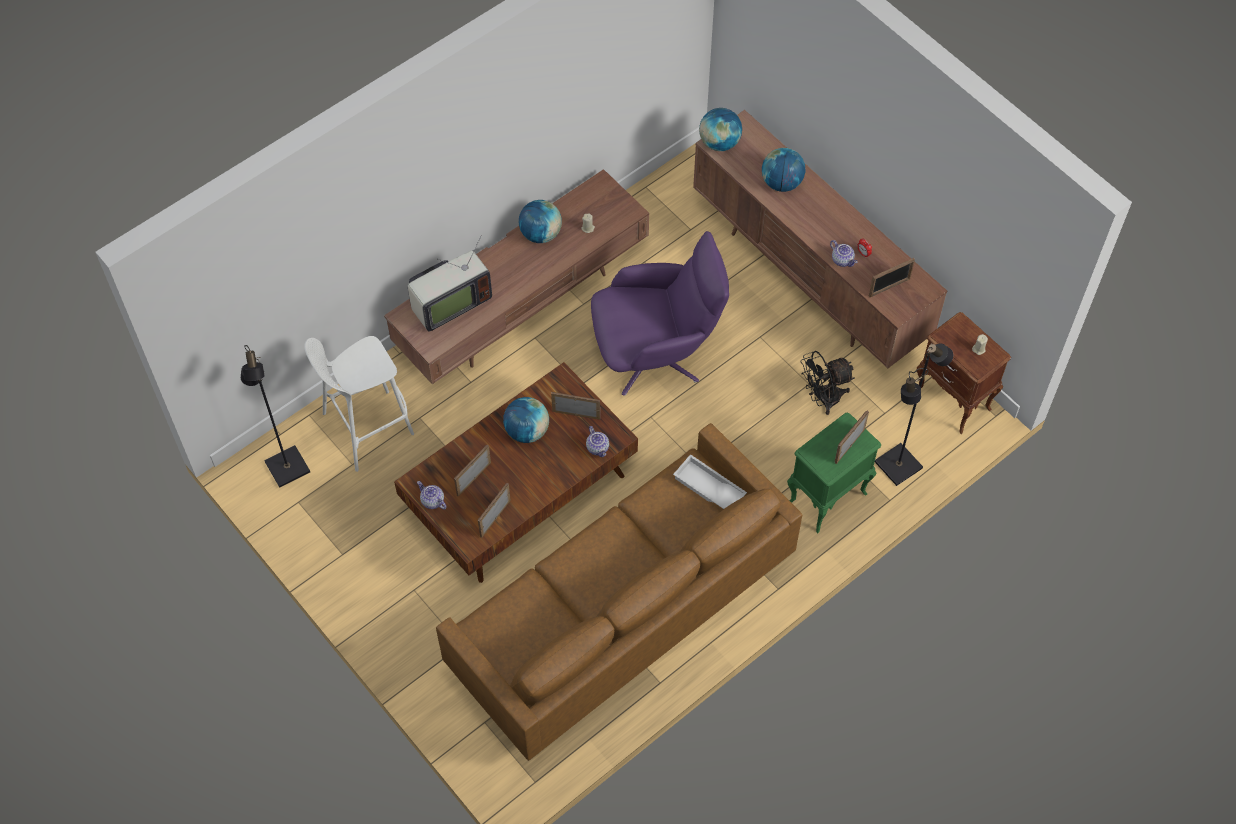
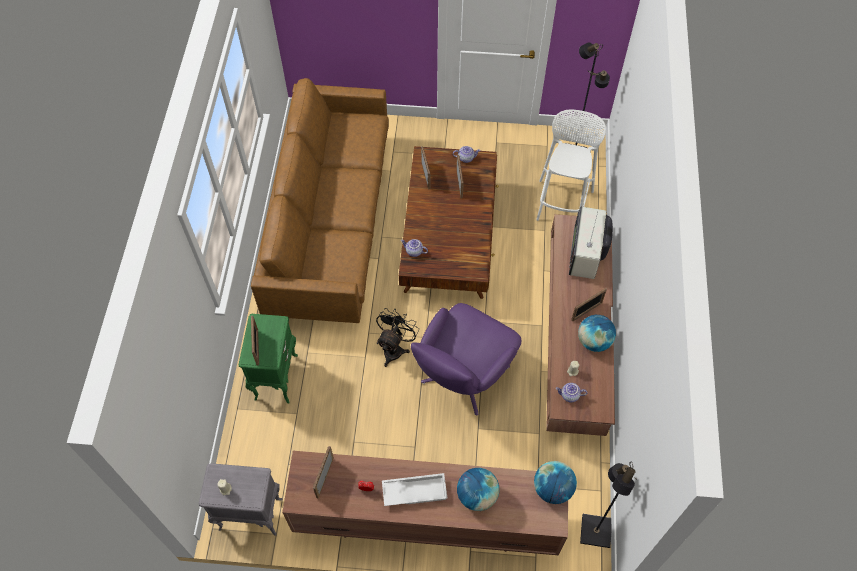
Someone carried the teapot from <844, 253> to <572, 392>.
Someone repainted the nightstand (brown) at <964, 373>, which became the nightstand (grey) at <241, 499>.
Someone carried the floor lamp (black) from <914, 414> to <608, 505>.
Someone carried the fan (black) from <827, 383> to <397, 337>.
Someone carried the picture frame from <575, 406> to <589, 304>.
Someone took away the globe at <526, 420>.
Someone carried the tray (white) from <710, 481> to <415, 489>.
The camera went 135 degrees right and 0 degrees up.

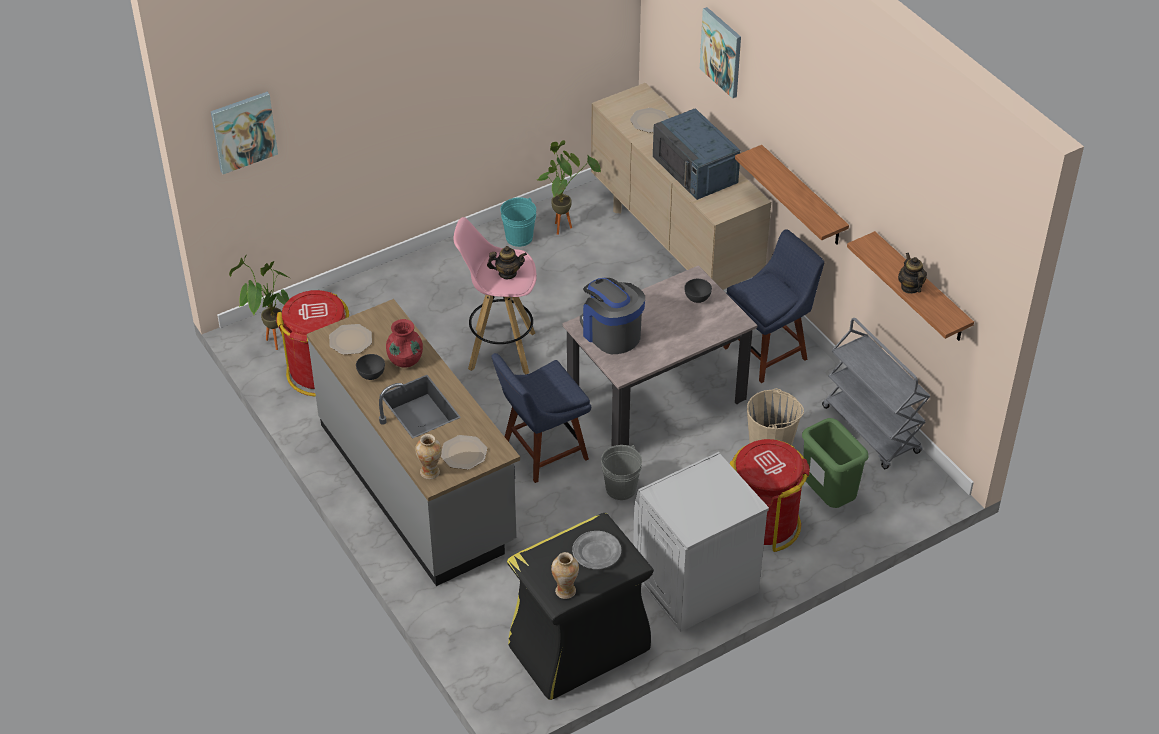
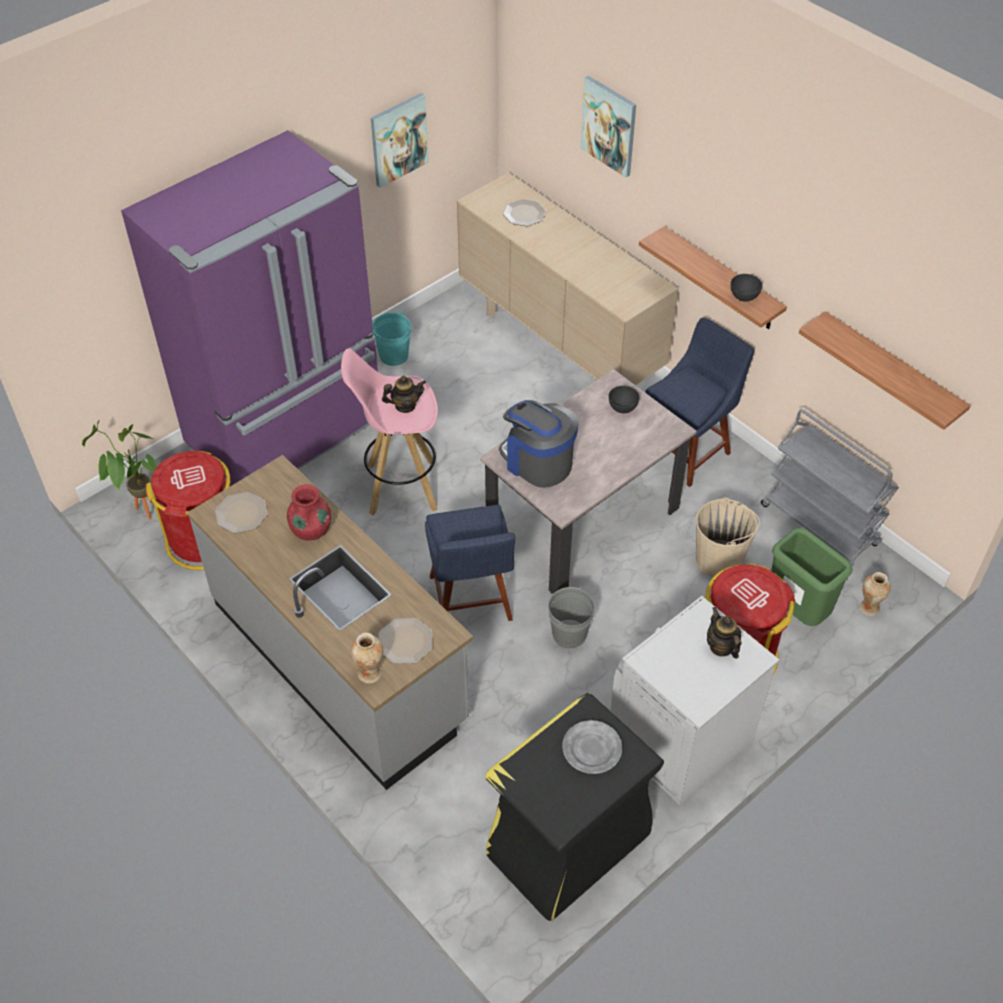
Someone carried the picture from <244, 133> to <400, 140>.
Someone took away the microwave (blue) at <697, 154>.
Someone took away the potted plant at <569, 187>.
Someone carried the teapot from <912, 273> to <724, 633>.
Someone rotated the chair (blue) at <541, 418> by 60 degrees counterclockwise.
Someone carried the bowl (grey) from <370, 367> to <746, 288>.
Someone carried the vase from <565, 575> to <875, 594>.
Someone put down the fridge (purple) at <249, 308>.
The camera went 10 degrees left and 5 degrees up.

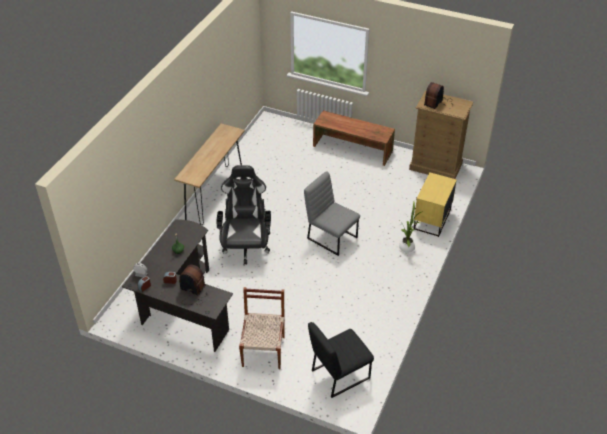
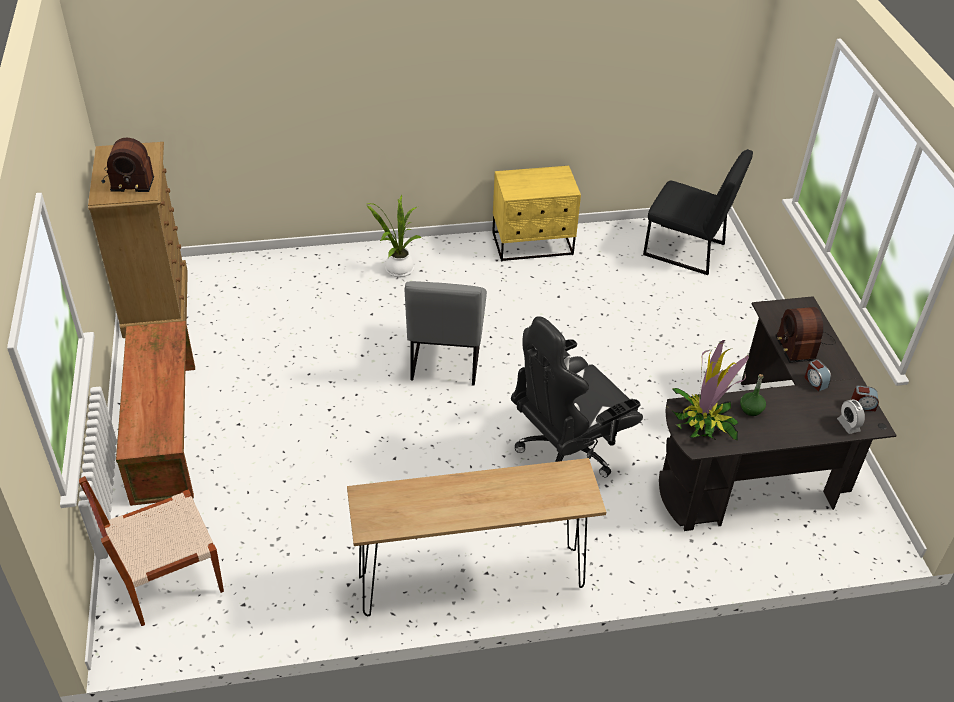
Someone carried the nightstand (yellow) from <435, 204> to <536, 214>.
Someone carried the chair from <262, 328> to <151, 551>.
Someone put down the potted plant at <710, 390>.
The camera went 125 degrees left and 0 degrees up.

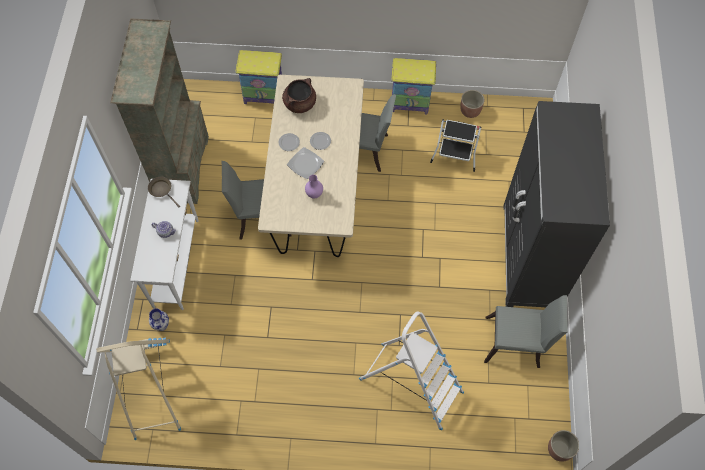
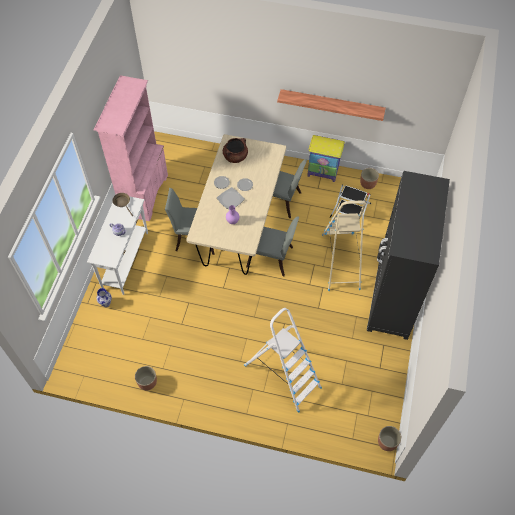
Someone repainted the bookcase (green) at <159, 111>, which became the bookcase (pink) at <131, 148>.
Someone took away the nightstand at <258, 77>.
Someone carried the chair (grey) from <526, 331> to <272, 246>.
Someone carried the step ladder (beige) from <138, 389> to <344, 246>.
Someone put up the shelf at <331, 105>.
Someone put down the planter at <146, 378>.
The camera went 10 degrees right and 5 degrees down.

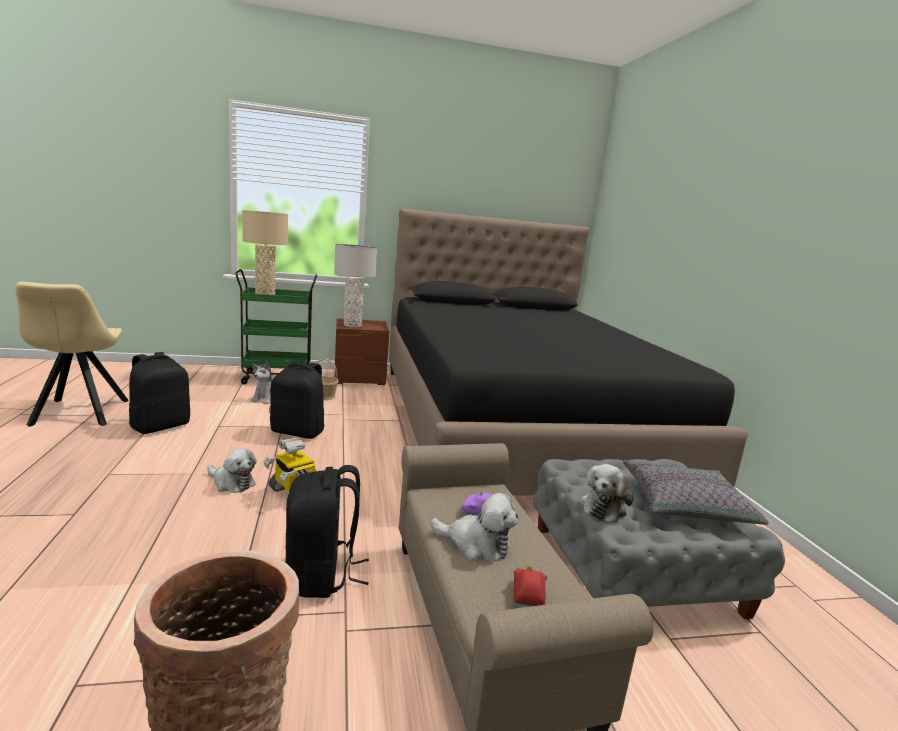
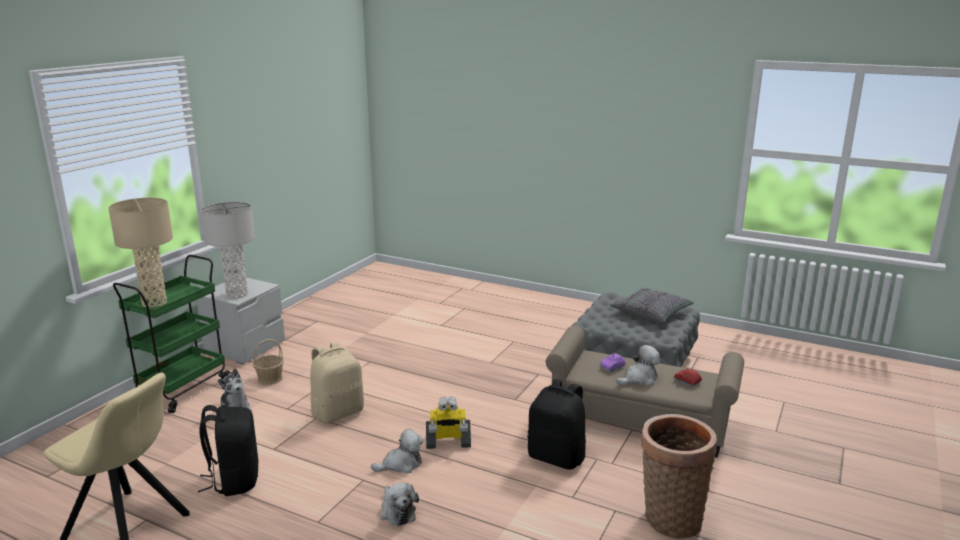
Someone took away the bed (black) at <568, 352>.
Someone repainted the nightstand (brown) at <362, 351>, which became the nightstand (white) at <241, 320>.
Someone repainted the backpack (black) at <297, 399>, which became the backpack (beige) at <337, 382>.
Someone carried the plush toy from <606, 493> to <399, 504>.
The camera went 50 degrees left and 5 degrees up.

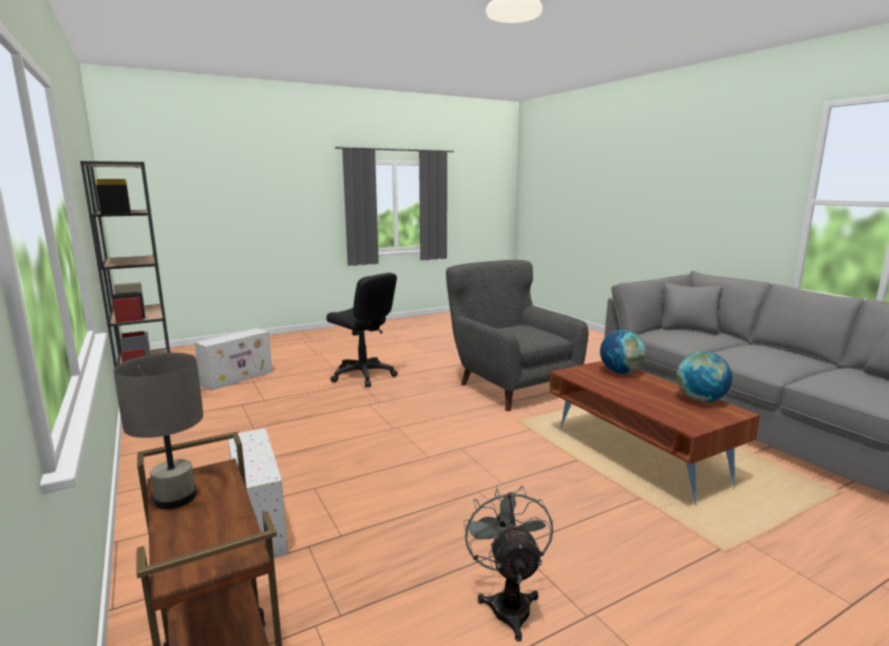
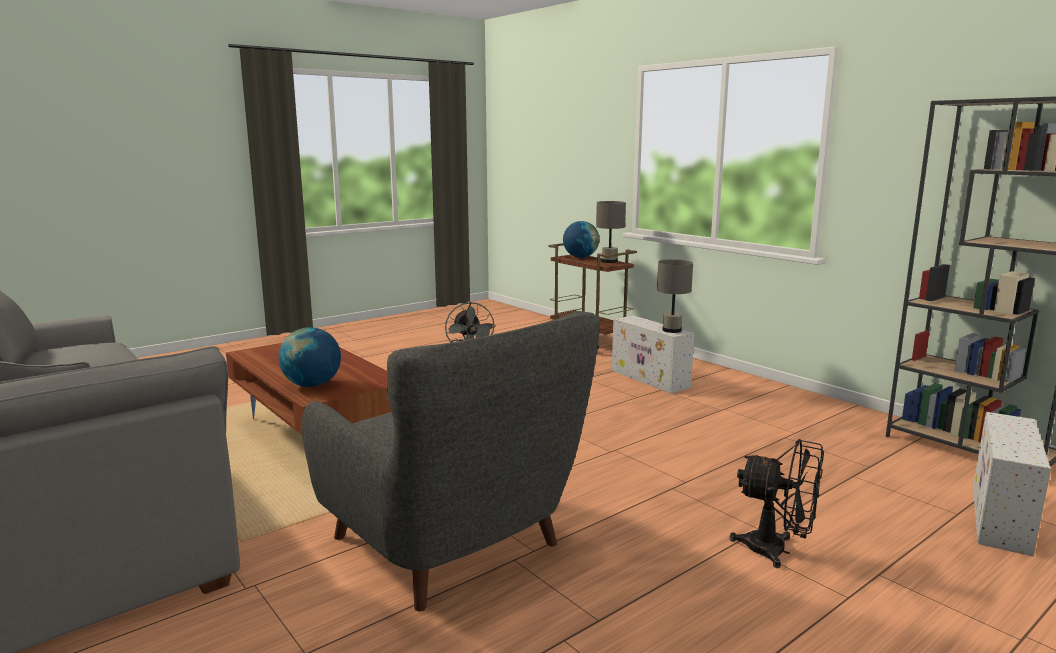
Someone swapped the office chair (black) at <362, 330> for the fan (black) at <777, 503>.
Someone carried the globe from <704, 376> to <581, 239>.
Someone put down the table lamp (grey) at <675, 296>.
The camera went 170 degrees right and 0 degrees up.

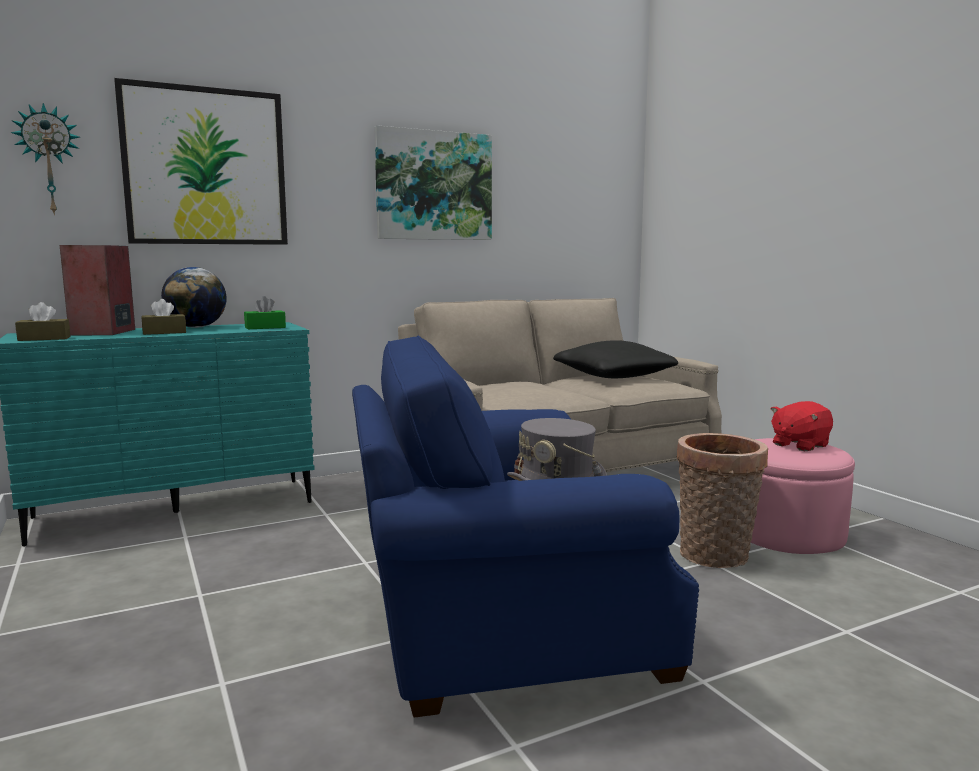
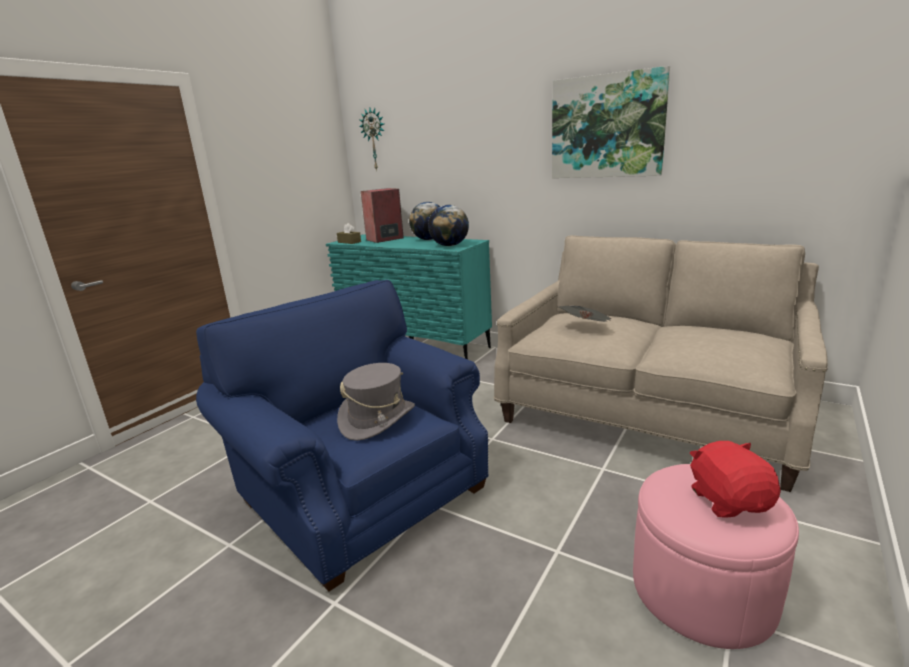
Someone took away the picture at <201, 161>.
Someone swapped the tissue box (green) at <265, 312> for the globe at <448, 225>.
Someone took away the tissue box (brown) at <163, 317>.
Someone took away the pillow (black) at <615, 359>.
Someone rotated the plush toy (red) at <802, 426> by 60 degrees clockwise.
Someone took away the basket at <722, 500>.
Someone put down the newspaper at <584, 314>.
The camera went 60 degrees right and 10 degrees up.

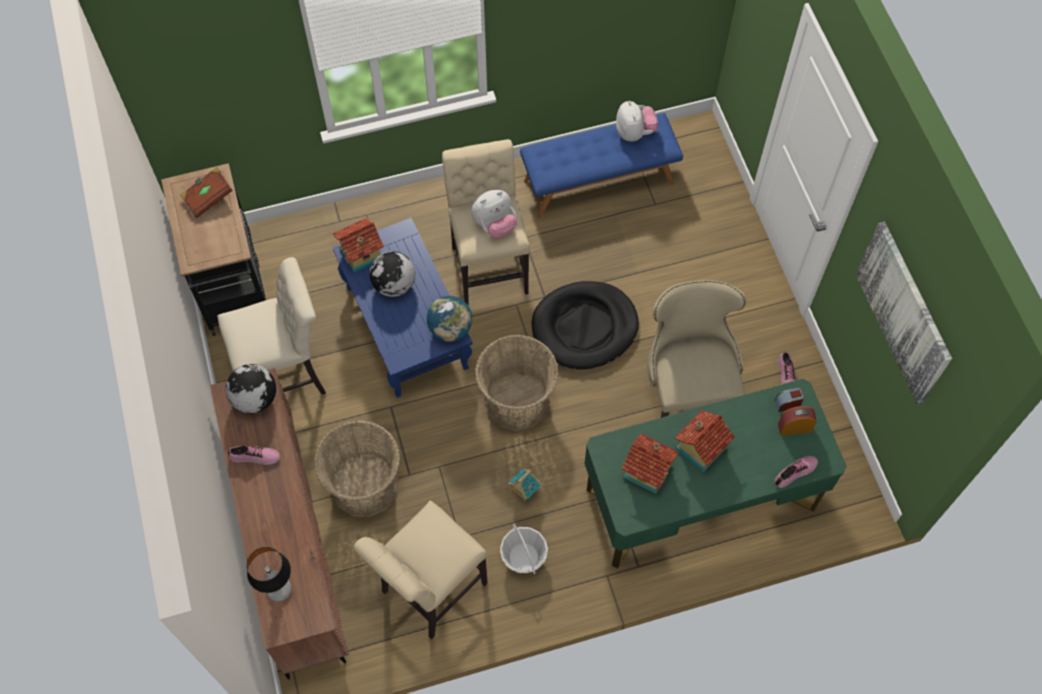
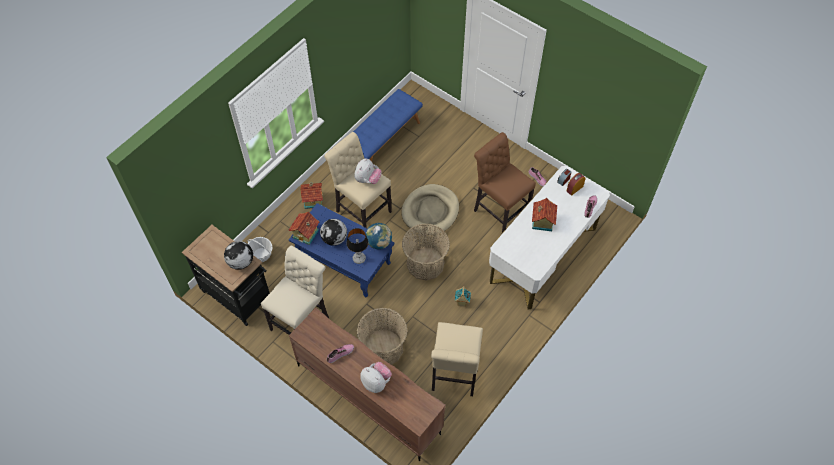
Someone carried the plush toy from <637, 121> to <376, 377>.
Someone took away the book (brown) at <206, 192>.
Someone took away the picture at <903, 313>.
Someone swapped the chair (beige) at <697, 349> for the stool (brown) at <505, 182>.
Someone repainted the dog bed (black) at <585, 325>, which became the dog bed (beige) at <430, 209>.
Someone carried the globe from <251, 389> to <238, 255>.
Someone repainted the desk (green) at <715, 474>, which became the desk (white) at <549, 237>.
Someone carried the toy house from <650, 464> to <311, 195>.
Someone carried the basket from <524, 549> to <260, 249>.
Someone carried the table lamp from <269, 574> to <357, 246>.
The camera went 35 degrees left and 5 degrees down.

